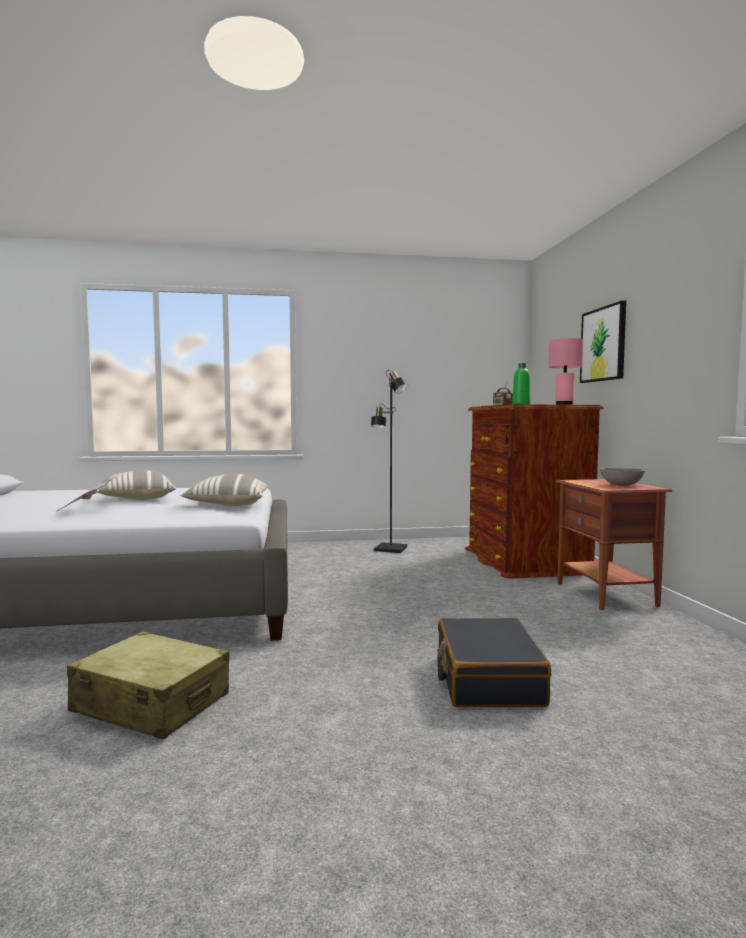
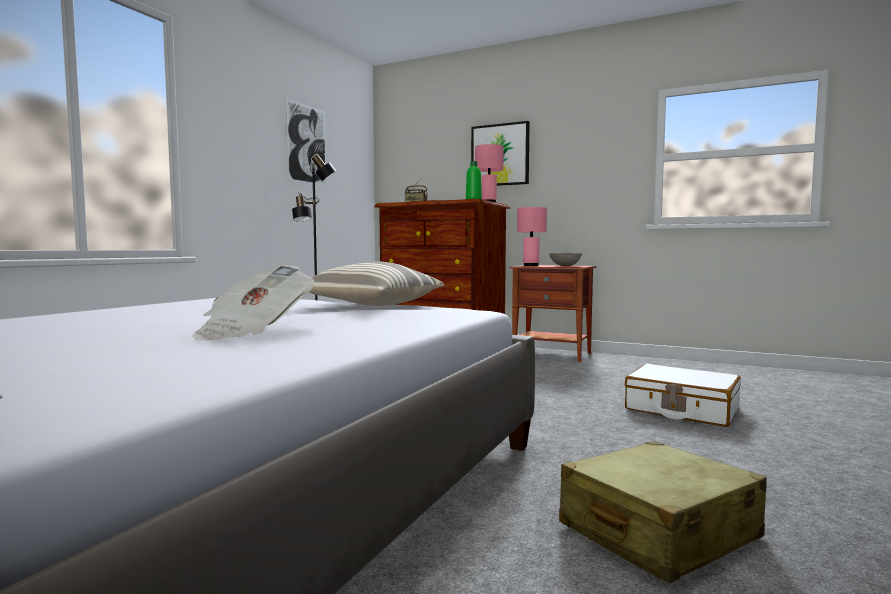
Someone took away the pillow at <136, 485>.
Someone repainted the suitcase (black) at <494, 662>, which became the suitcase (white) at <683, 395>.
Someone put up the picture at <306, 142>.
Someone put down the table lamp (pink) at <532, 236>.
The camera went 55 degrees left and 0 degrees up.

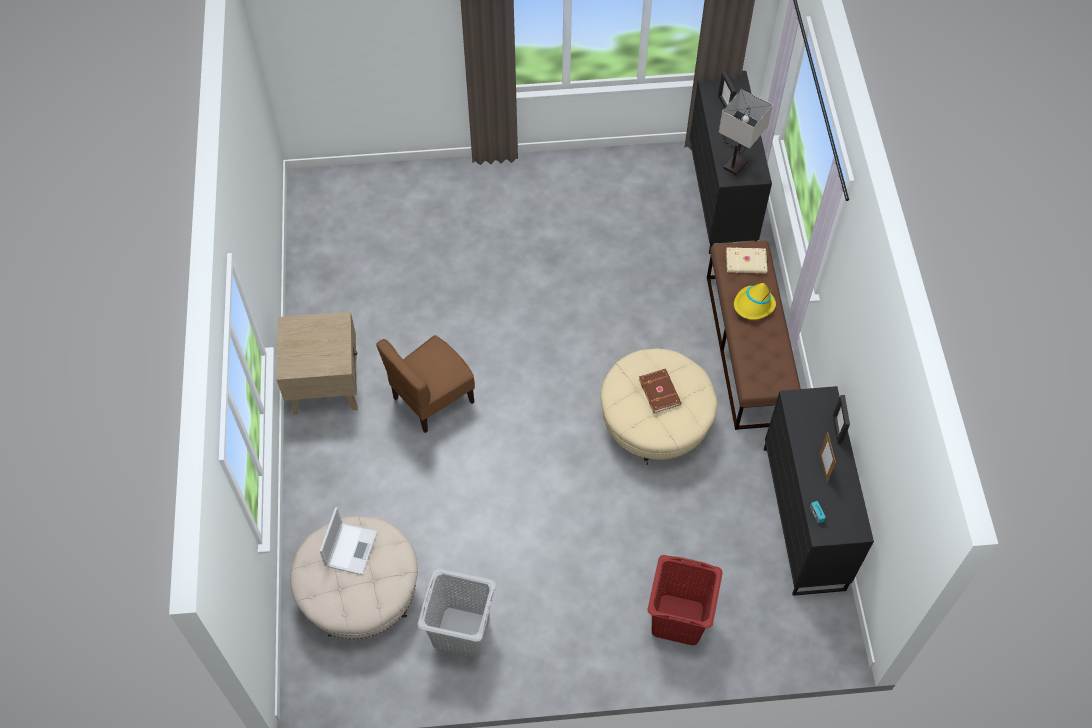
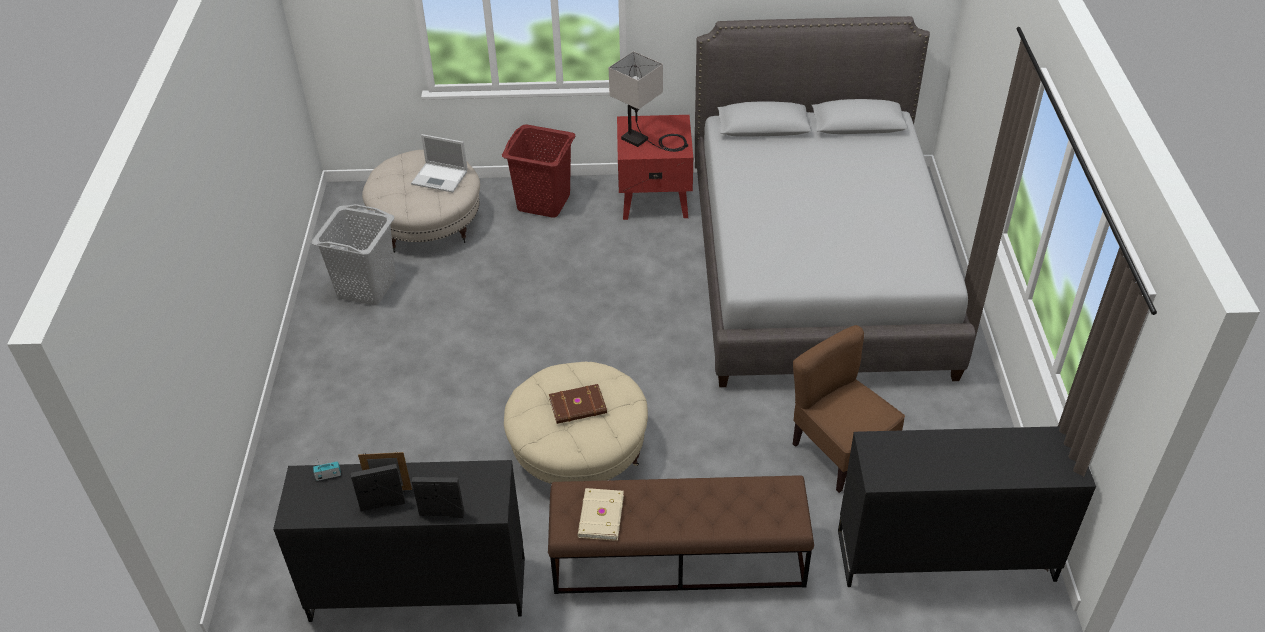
Someone carried the picture frame from <727, 89> to <378, 487>.
Someone carried the table lamp from <746, 132> to <648, 101>.
Someone carried the book (beige) from <746, 261> to <601, 514>.
Someone took away the hat (yellow) at <755, 301>.
Someone repainted the nightstand (beige) at <317, 363>, which became the nightstand (red) at <655, 167>.
Someone carried the chair (brown) from <425, 384> to <849, 409>.
Someone carried the laundry basket (red) from <685, 600> to <538, 171>.
Someone put down the bed (grey) at <835, 201>.
The camera went 95 degrees right and 15 degrees down.

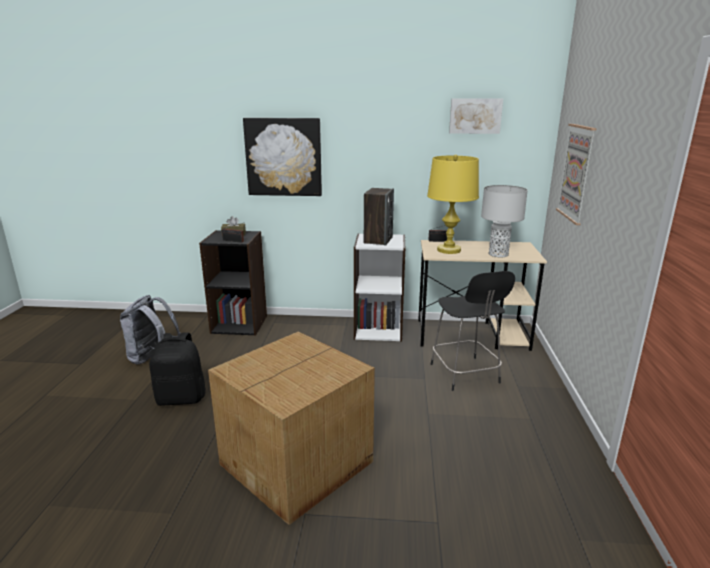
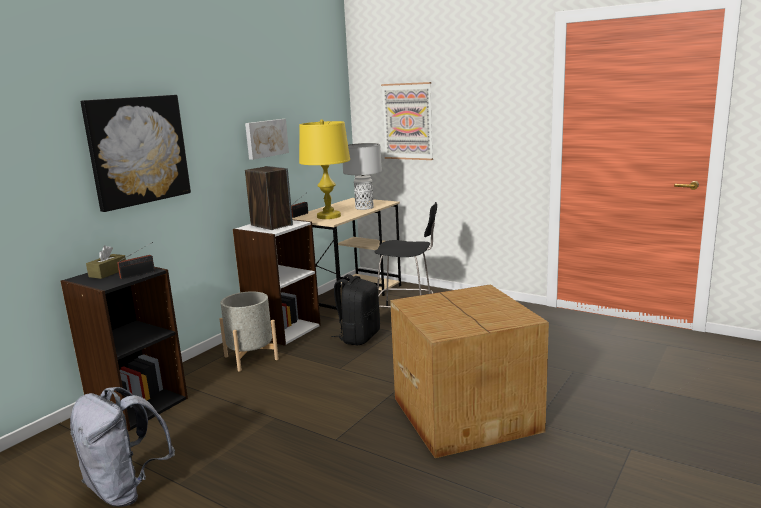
Someone carried the picture from <476, 116> to <267, 139>.
Someone carried the backpack (black) from <177, 369> to <355, 309>.
Someone put down the planter (grey) at <249, 331>.
The camera went 60 degrees left and 5 degrees down.

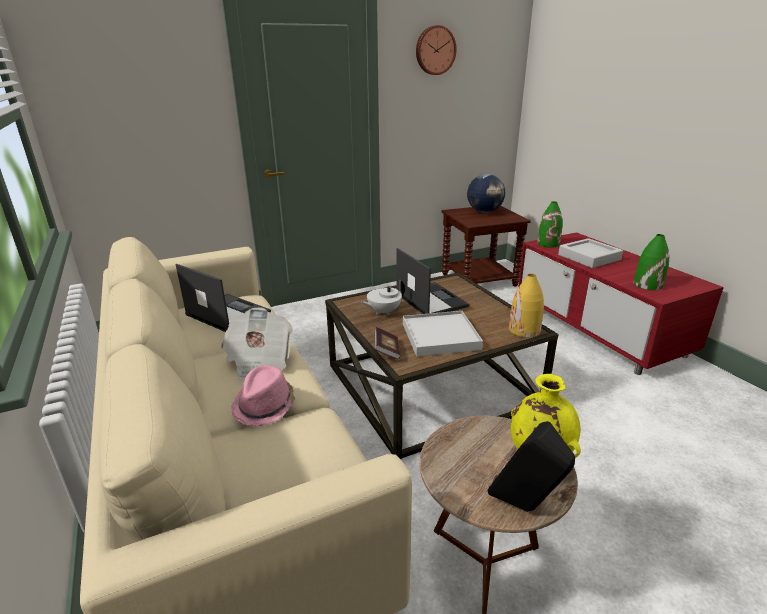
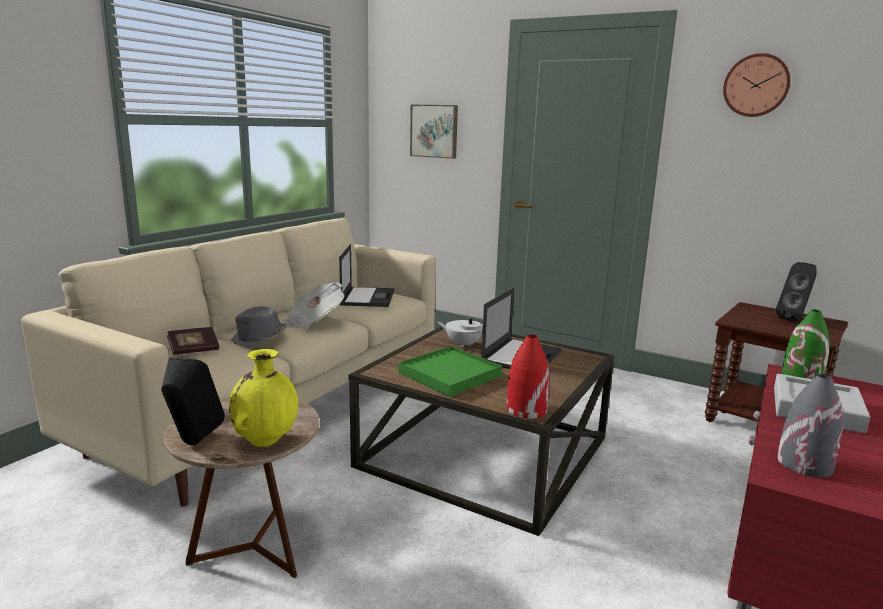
Someone swapped the globe at <486, 193> for the speaker (black) at <796, 292>.
Someone repainted the vase (green) at <652, 262>, which became the vase (grey) at <810, 425>.
Someone repainted the vase (yellow) at <526, 305>, which became the vase (red) at <527, 377>.
Someone repainted the tray (white) at <443, 333>, which became the tray (green) at <450, 371>.
Someone carried the book from <387, 343> to <193, 341>.
Someone repainted the hat (pink) at <263, 396>, which became the hat (grey) at <258, 325>.
Someone put up the picture at <434, 132>.
The camera went 55 degrees right and 10 degrees down.

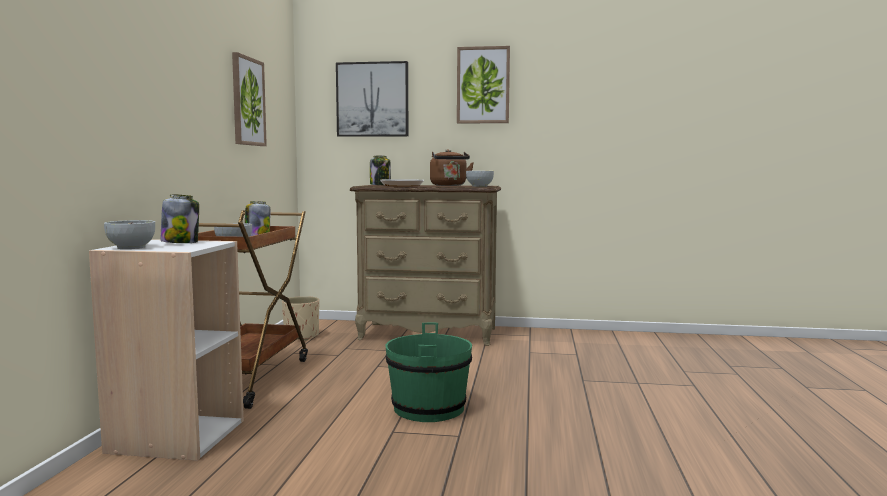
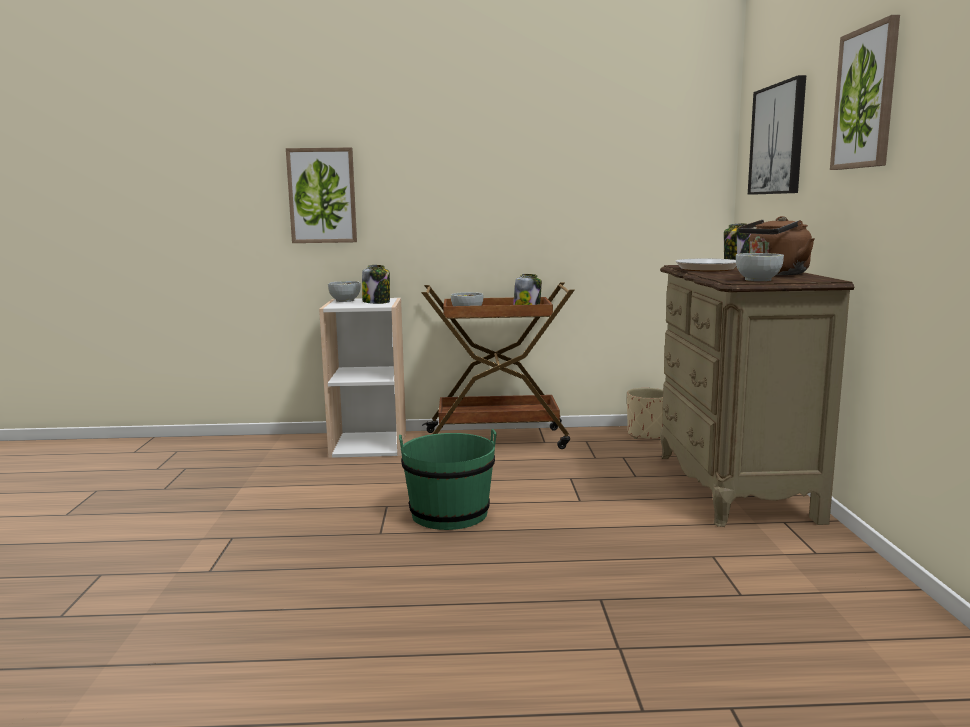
Someone carried the picture from <249, 99> to <321, 195>.
The camera went 80 degrees right and 5 degrees up.

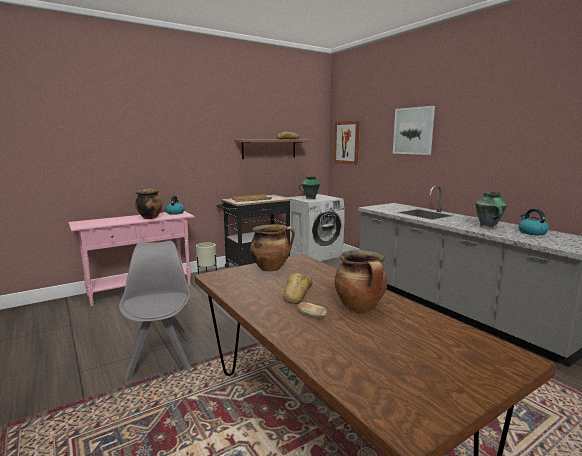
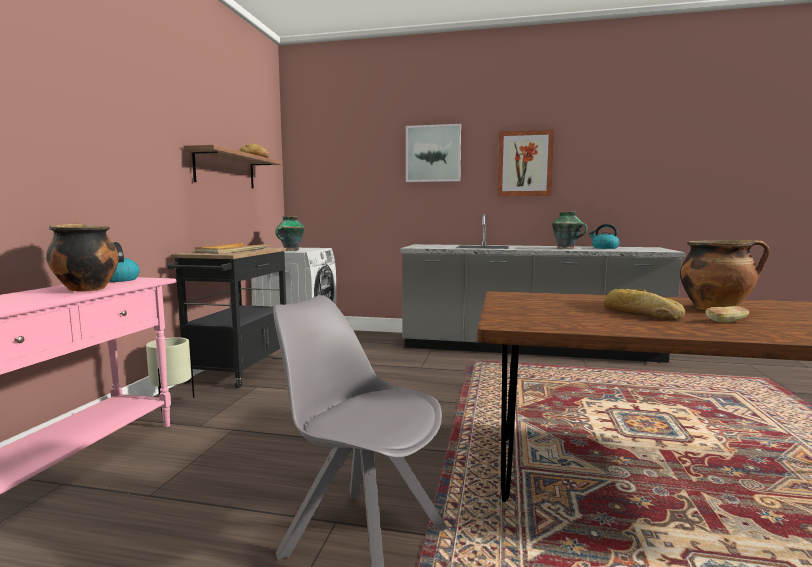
Someone carried the picture from <347, 143> to <526, 163>.
Someone took away the cooking pot at <272, 248>.
The camera went 45 degrees left and 5 degrees down.

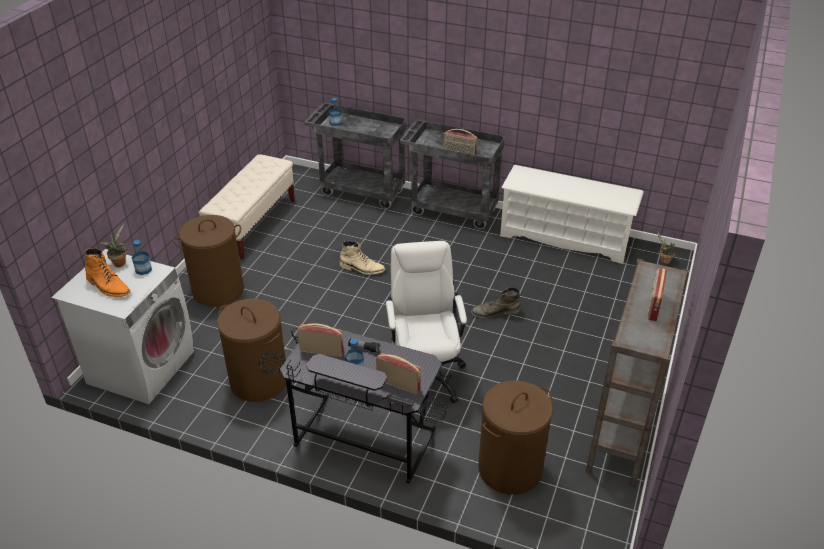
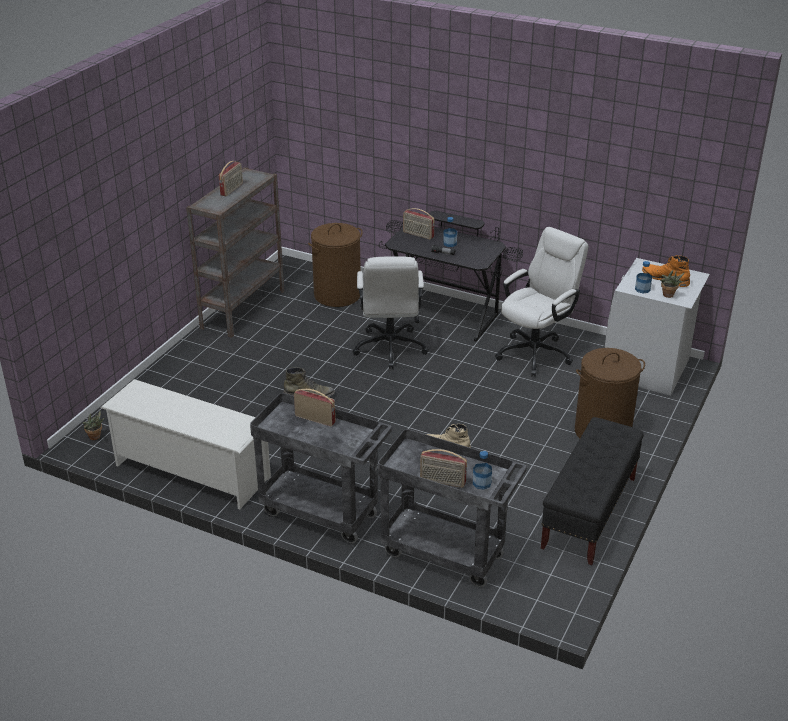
Someone repainted the bench (beige) at <247, 206>, which became the bench (black) at <592, 491>.
Someone swapped the laundry basket (brown) at <251, 350> for the office chair (white) at <541, 302>.
Someone carried the radio from <321, 340> to <443, 468>.
The camera went 175 degrees left and 5 degrees down.

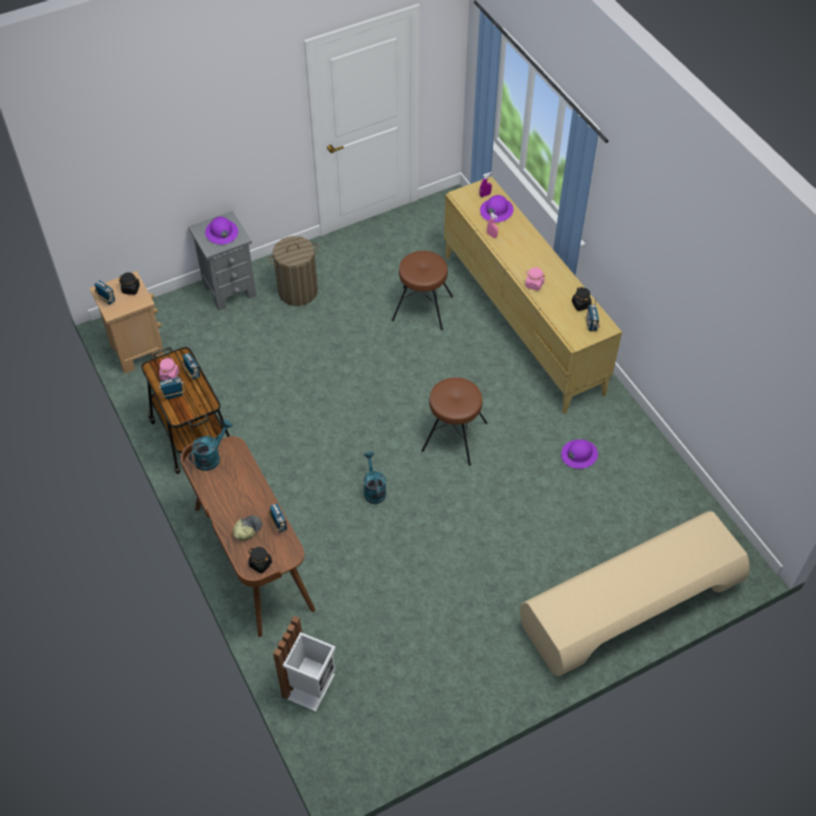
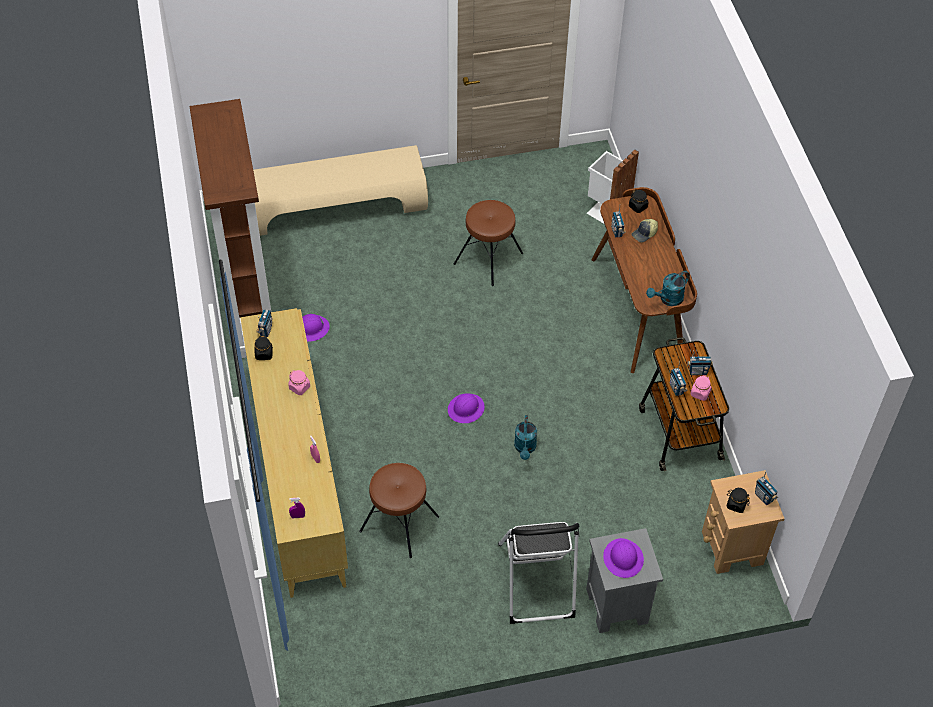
Someone carried the hard hat (purple) from <497, 208> to <466, 408>.
Someone swapped the laundry basket at <294, 271> for the step ladder at <538, 573>.
Someone carried the stool (brown) from <454, 421> to <488, 243>.
Someone carried the watering can (turquoise) from <375, 478> to <525, 437>.
Someone put down the bookcase (brown) at <230, 228>.
The camera went 165 degrees left and 0 degrees up.

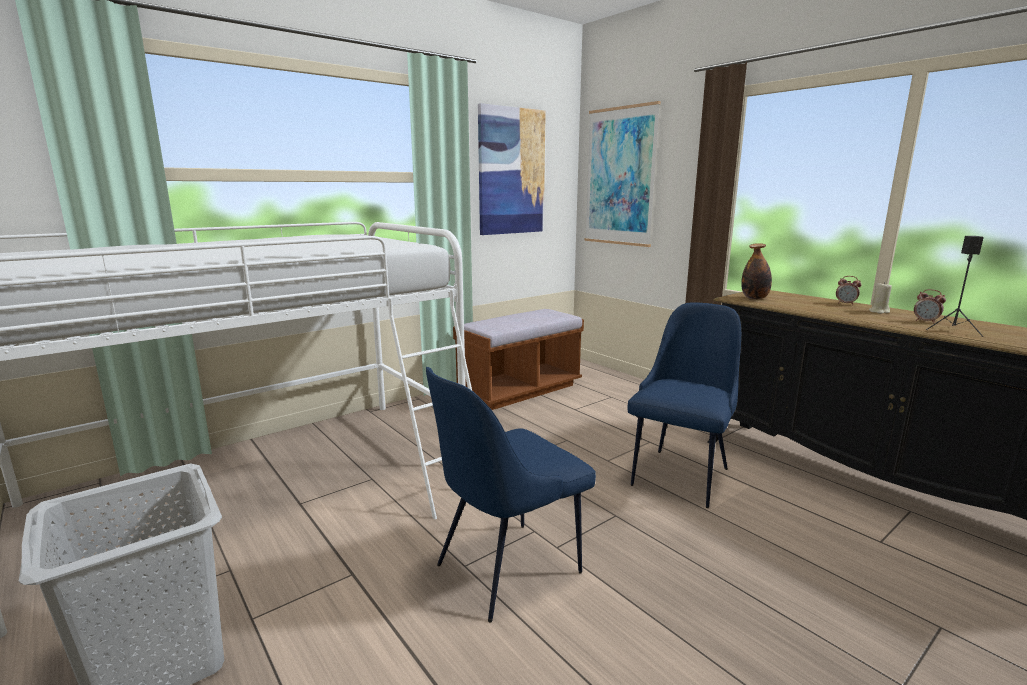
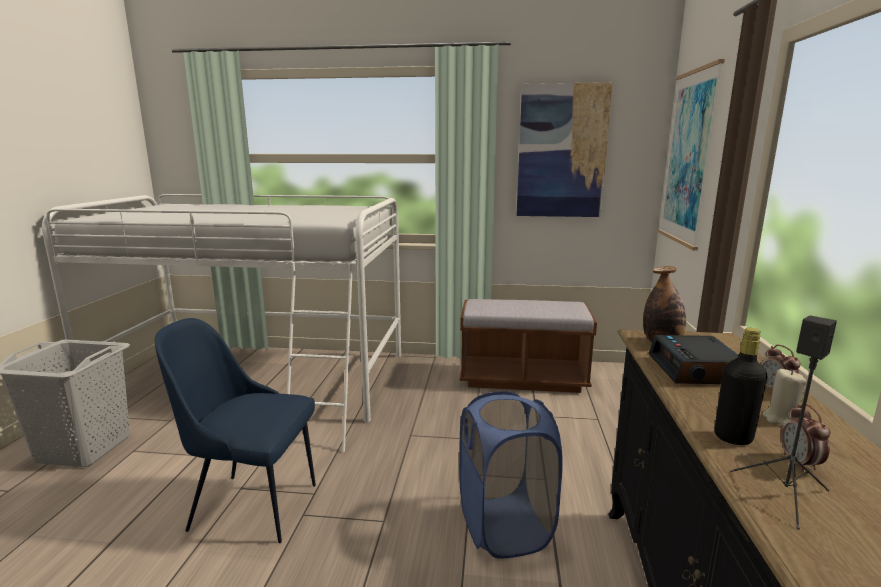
Someone swapped the chair (blue) at <684, 405> for the laundry basket (blue) at <511, 475>.
Someone put down the bottle (black) at <740, 386>.
Someone put down the alarm clock at <694, 359>.
The camera went 45 degrees right and 0 degrees up.

